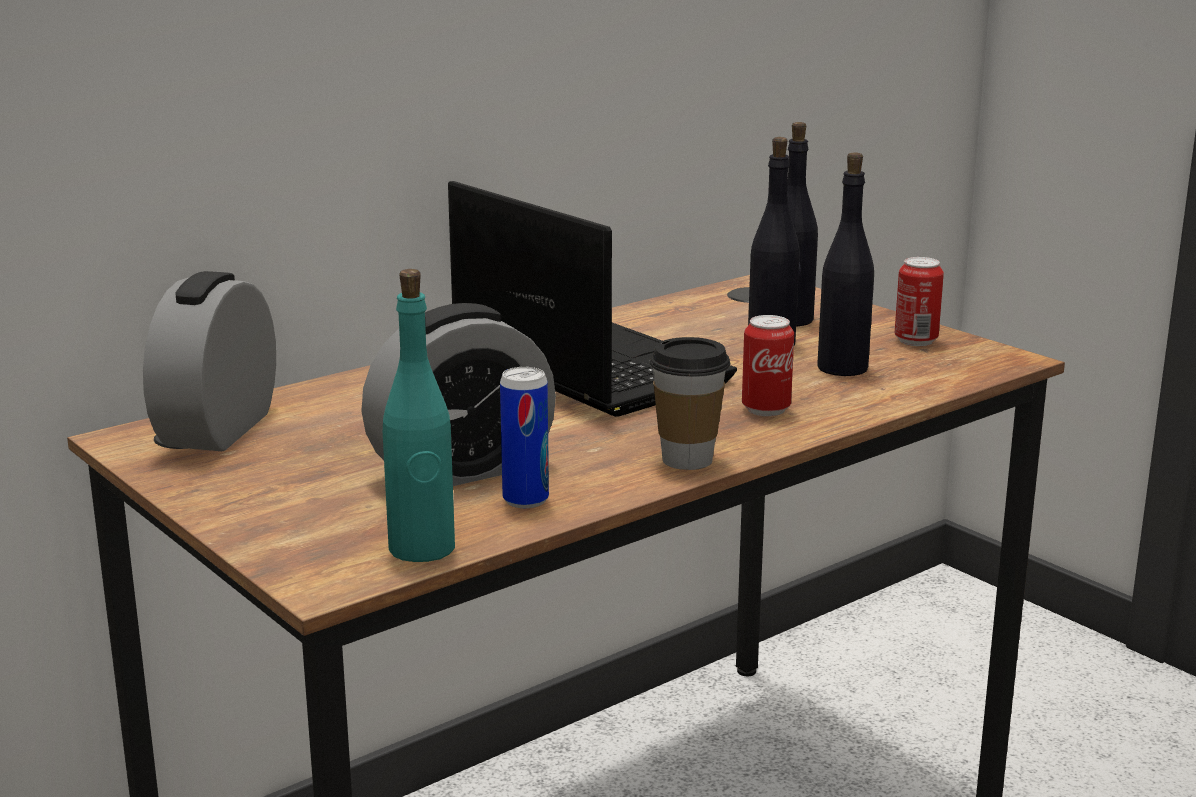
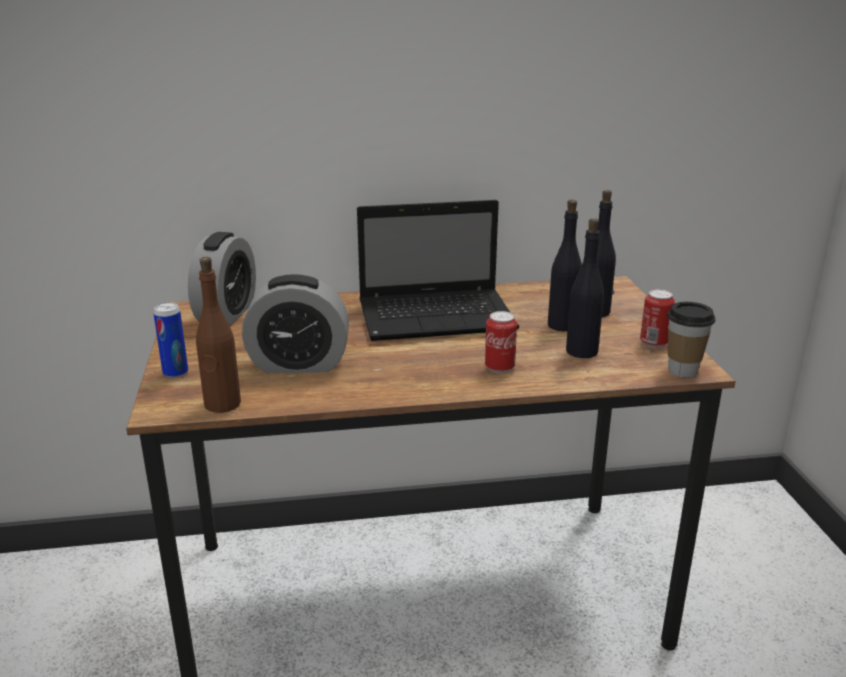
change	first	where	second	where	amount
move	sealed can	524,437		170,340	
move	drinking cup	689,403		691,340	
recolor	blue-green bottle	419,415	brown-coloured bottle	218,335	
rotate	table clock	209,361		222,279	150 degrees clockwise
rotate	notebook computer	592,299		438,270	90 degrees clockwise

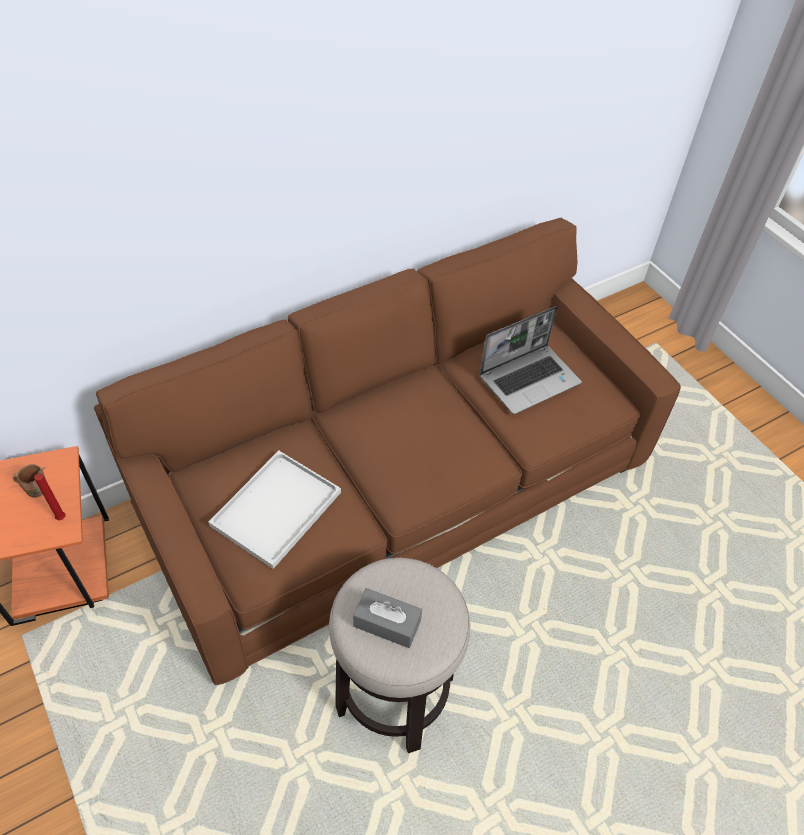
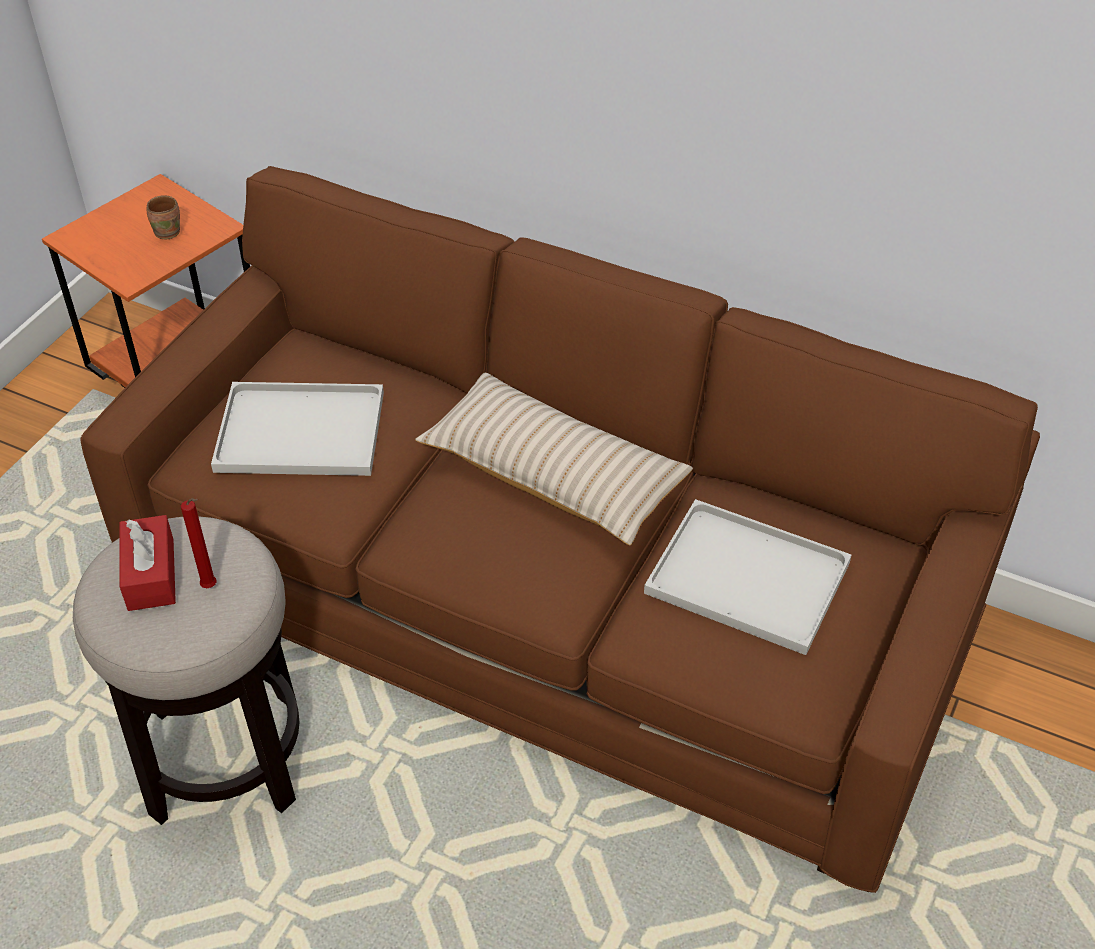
change	first	where	second	where	amount
insert			beige-coloured throw pillow	554,459	
move	reddish wax candle	49,493		199,543	
replace	notebook computer	530,360	whitish serving tray	747,577	
recolor	gray box of tissues	387,618	reddish box of tissues	148,563	

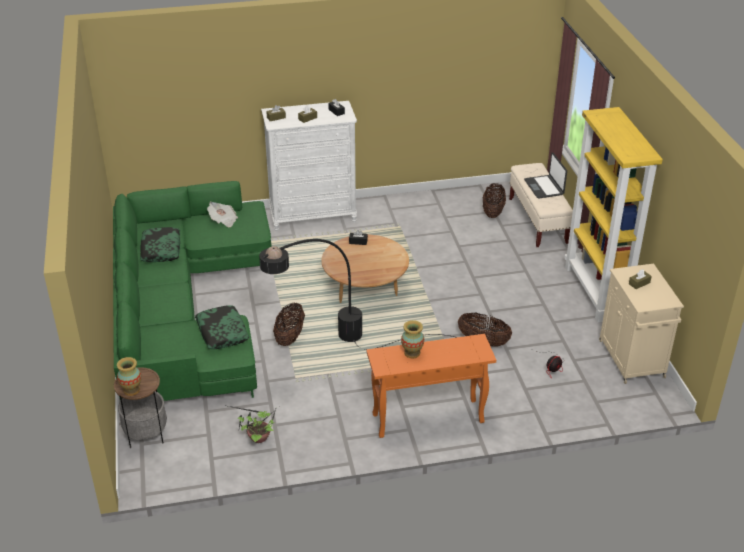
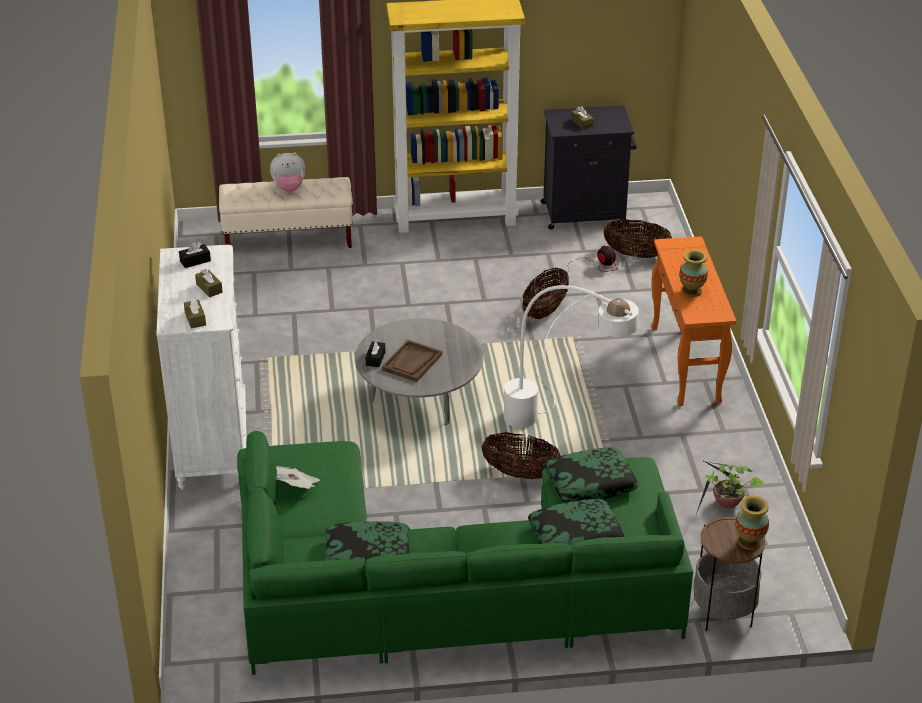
change	first	where	second	where	amount
insert			brown-coloured serving tray	412,361	
insert			throw pillow	576,522	
move	storage basket	494,200		638,238	
replace	notebook computer	545,175	soft toy	287,172	
recolor	black-coloured standard lamp	358,294	whitish standard lamp	571,356	
recolor	brown-coloured lounge table	365,269	gray lounge table	419,371	
recolor	beige-coloured cabinet	641,324	black-coloured cabinet	589,167	

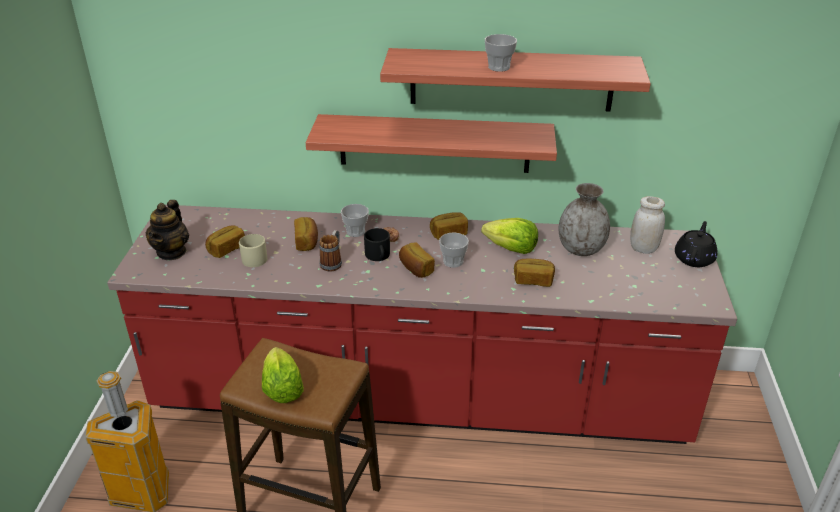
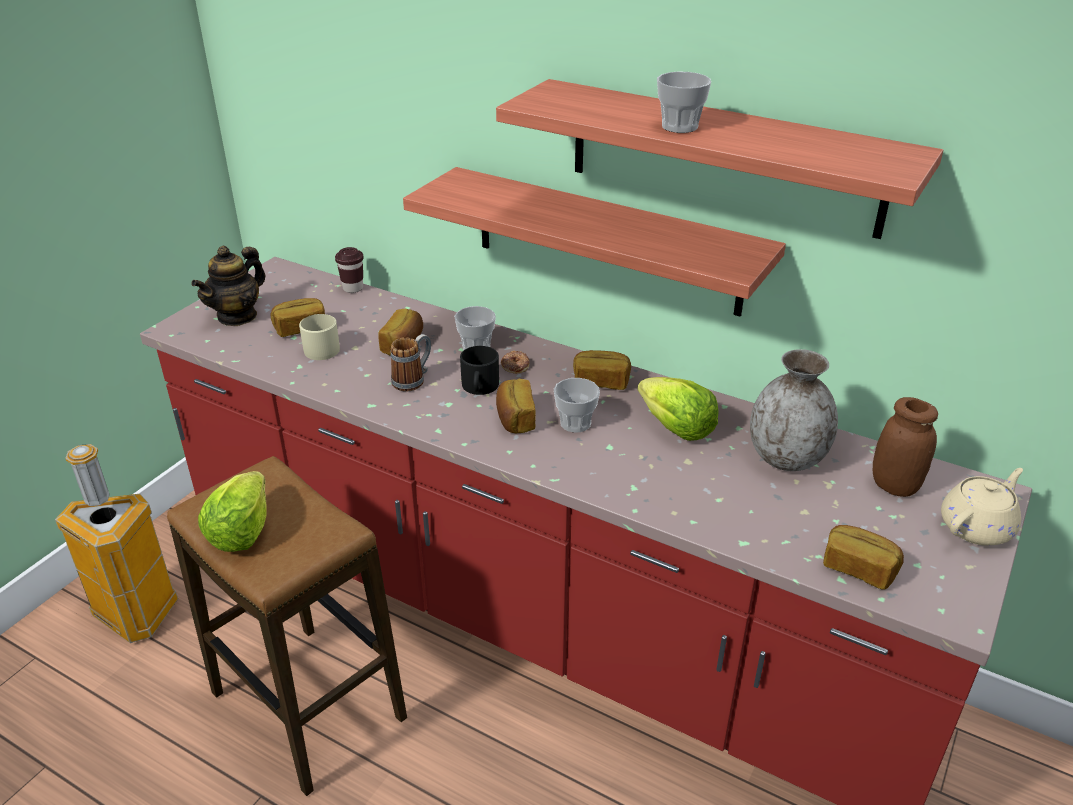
change	first	where	second	where	amount
insert			brown-coloured drinking cup	349,270	
move	baked bread	534,272		863,557	
recolor	whitish jar	647,225	brown-coloured jar	905,447	
recolor	black-coloured teapot	696,244	beige-coloured teapot	982,507	

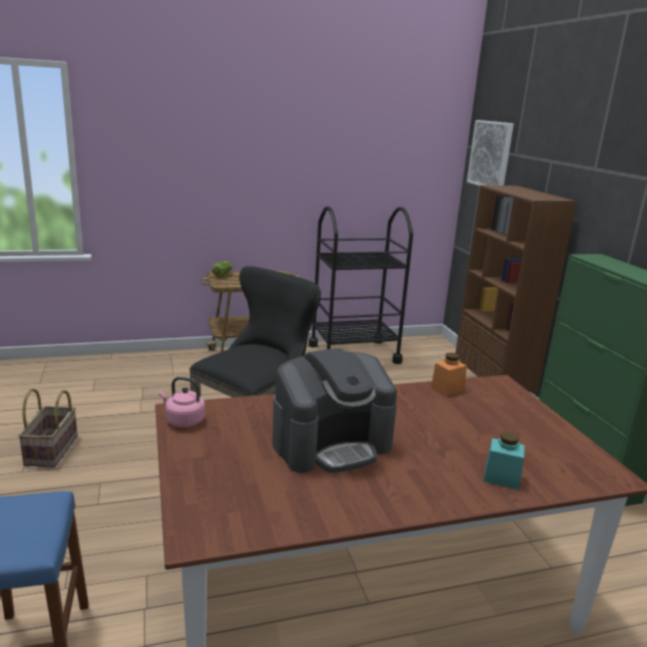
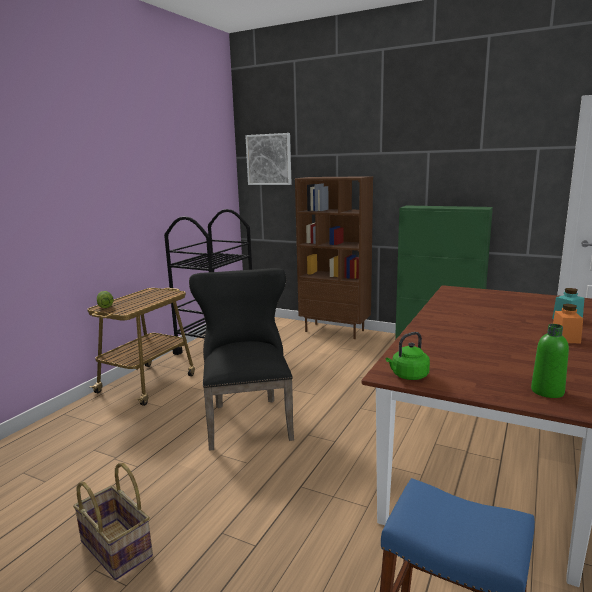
change	first	where	second	where	amount
delete	coffee brewer	334,410			
insert			green-coloured bottle	550,361	
move	orange-coloured jar	449,374		568,324	
recolor	pink-coloured tea kettle	182,402	green-coloured tea kettle	408,356	

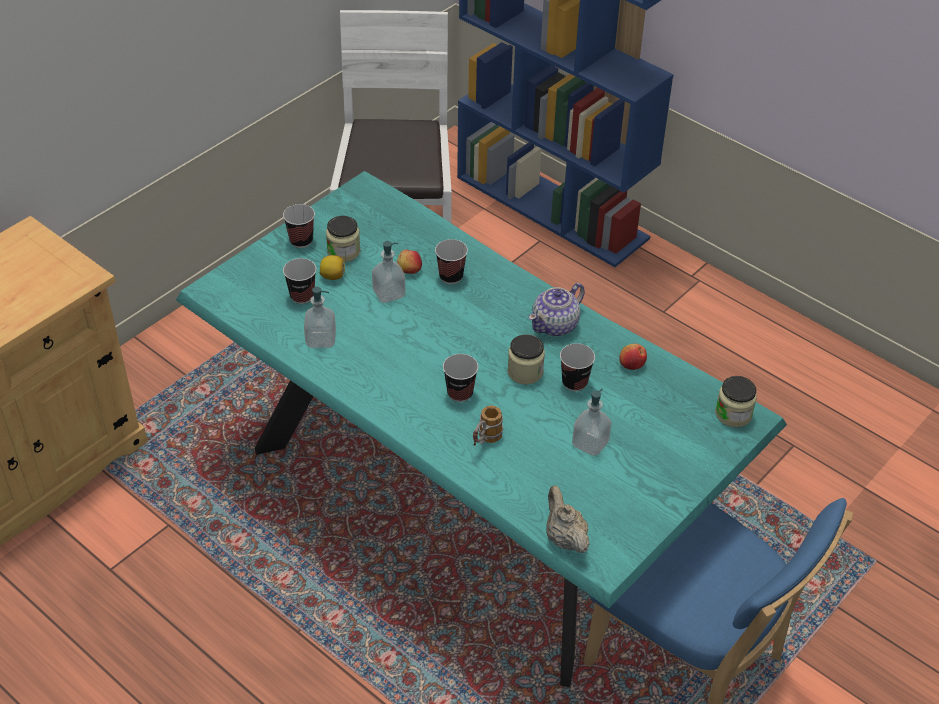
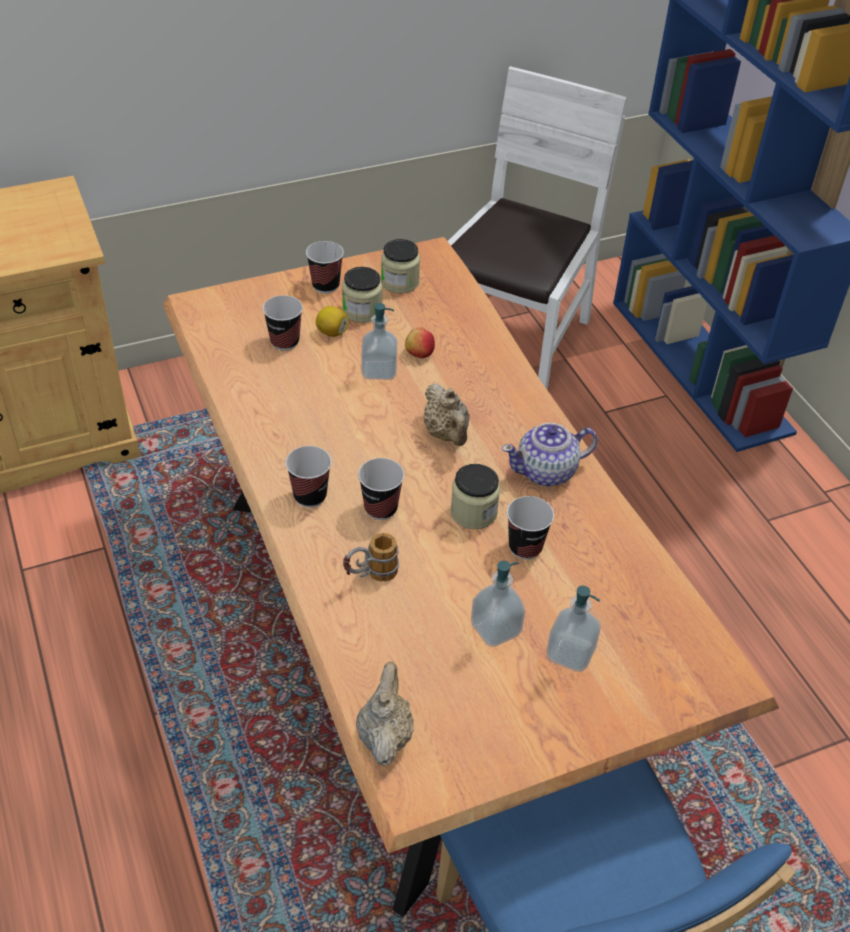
change	first	where	second	where	amount
delete	apple	633,357			
insert			beige-coloured teapot	447,415	
move	soap dispenser	320,317		574,629	
move	drinking cup	451,261		308,477	
move	jar	736,401		400,266	
recolor	blue-green dining table	481,429	brown-coloured dining table	471,577	

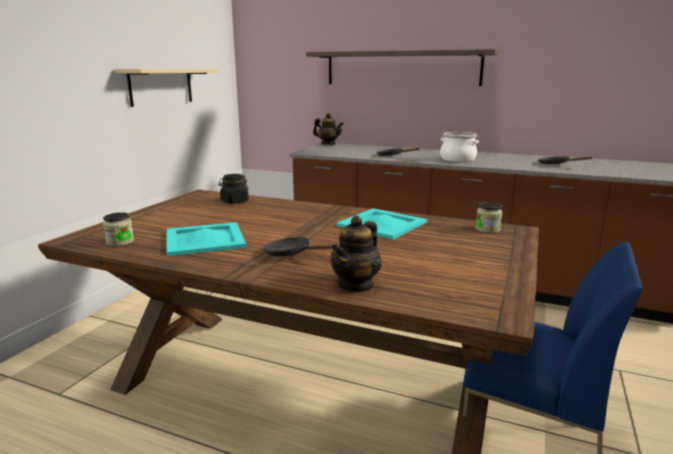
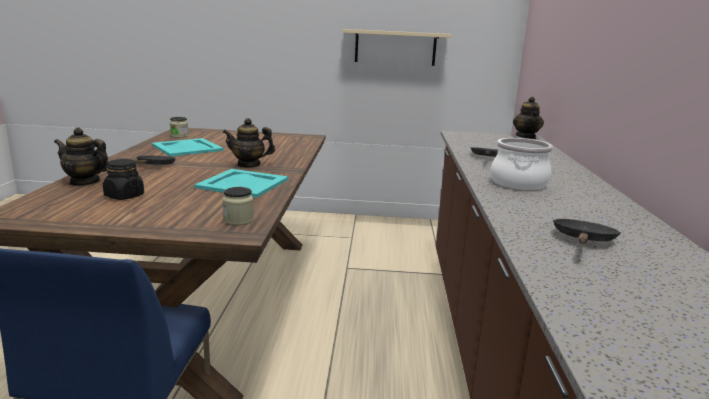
change	first	where	second	where	amount
delete	shelf	402,67			
insert			teapot	249,143	
move	black-coloured jar	233,189		123,179	

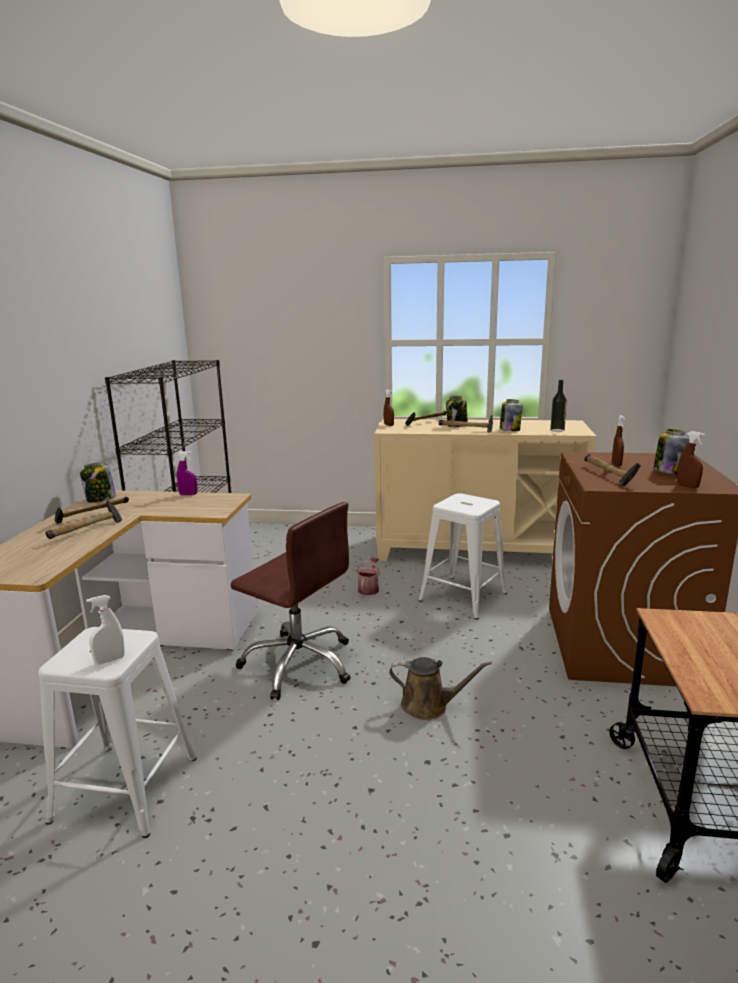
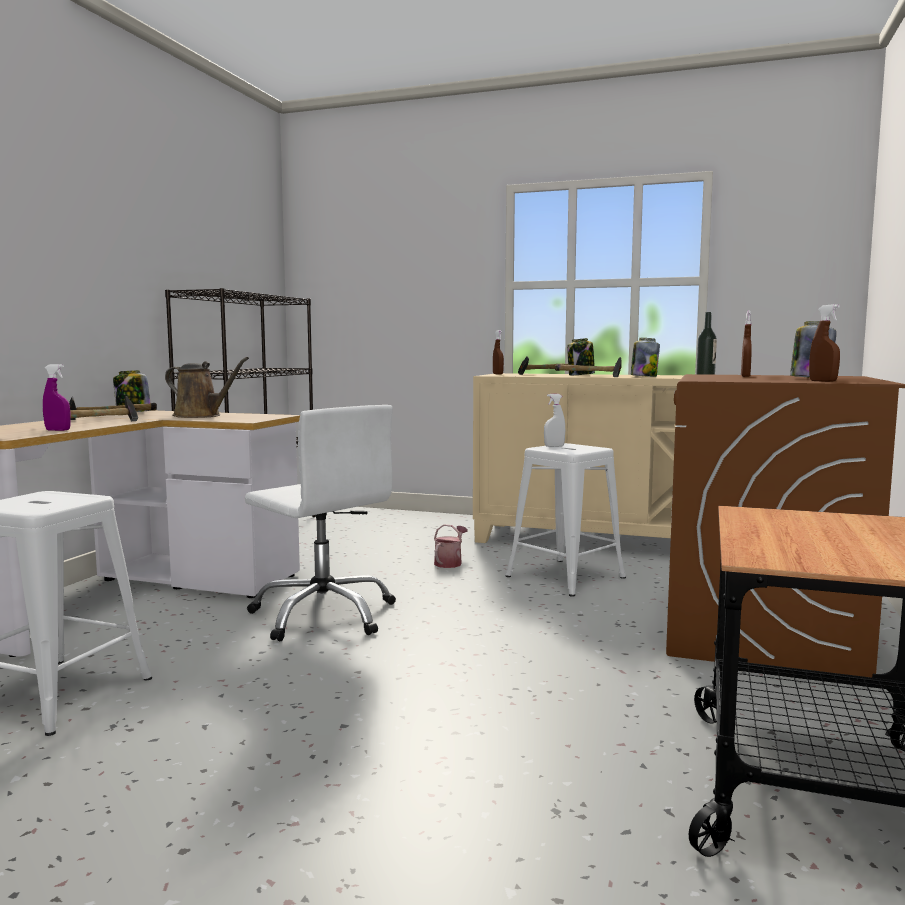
change	first	where	second	where	amount
delete	hand hammer	612,470			
move	whitish hand sprayer	105,629		554,420	
move	purple hand sprayer	187,473		57,397	
move	brown-coloured watering pot	440,688		207,387	
recolor	brown-coloured office chair	290,601	whitish office chair	320,523	

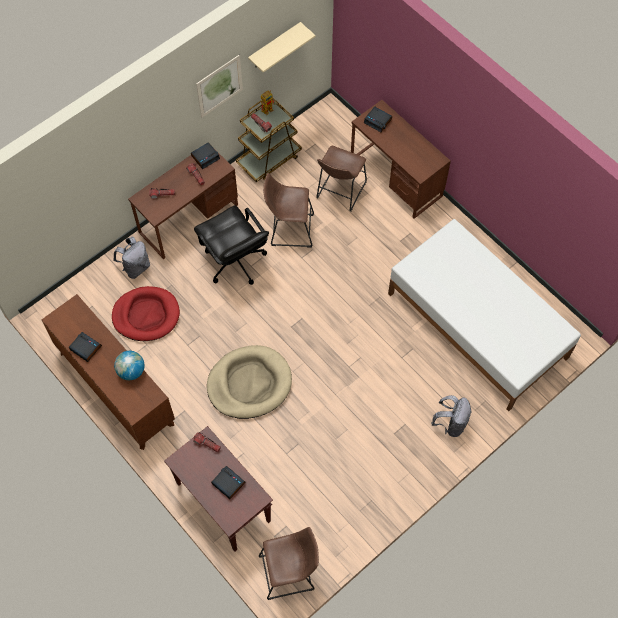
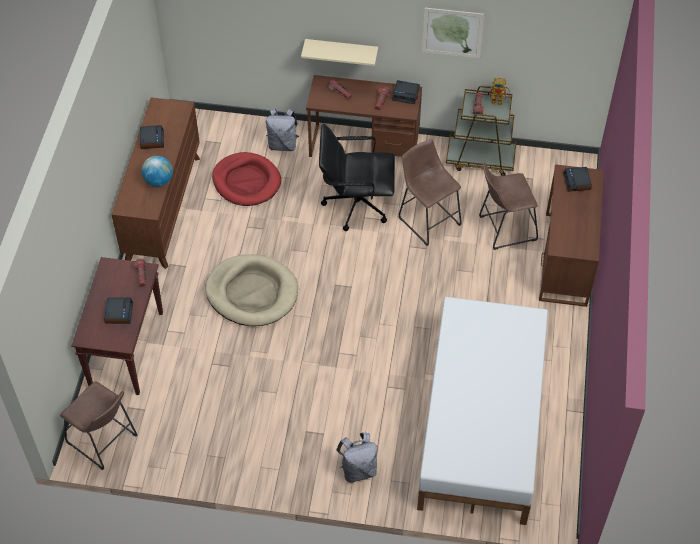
change	first	where	second	where	amount
move	beige-coloured shelf	281,47		339,52	
rotate	black-coloured office chair	231,245		357,177	75 degrees clockwise

